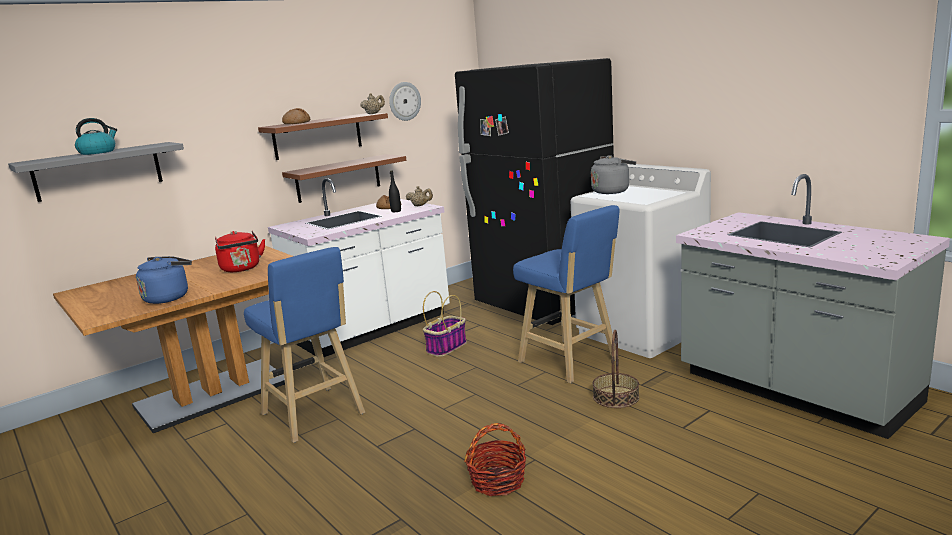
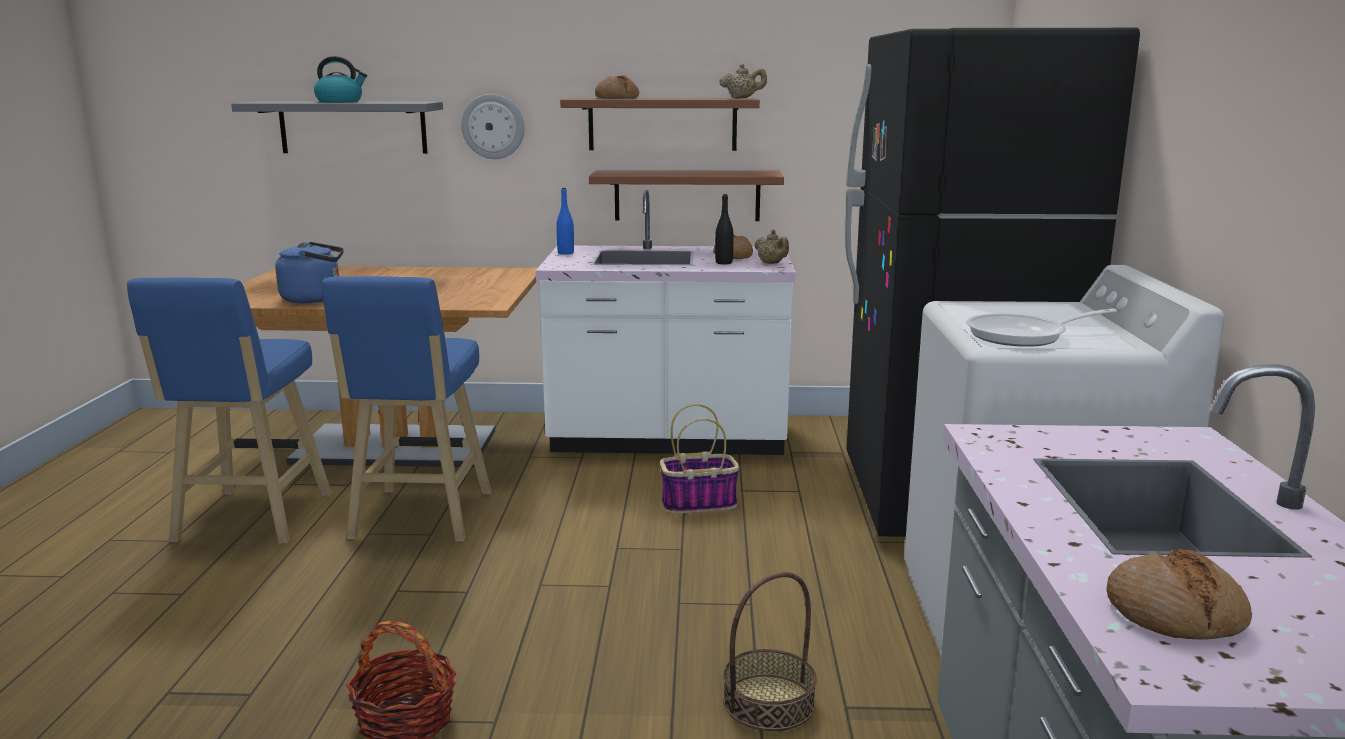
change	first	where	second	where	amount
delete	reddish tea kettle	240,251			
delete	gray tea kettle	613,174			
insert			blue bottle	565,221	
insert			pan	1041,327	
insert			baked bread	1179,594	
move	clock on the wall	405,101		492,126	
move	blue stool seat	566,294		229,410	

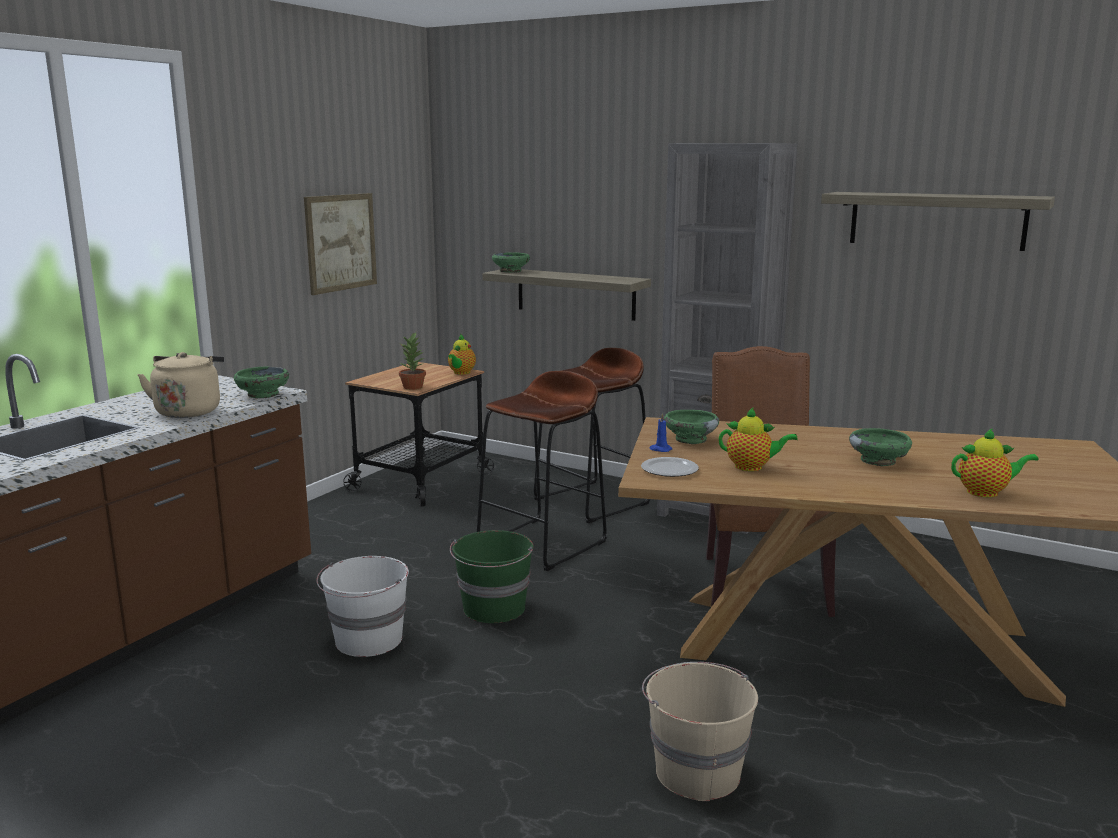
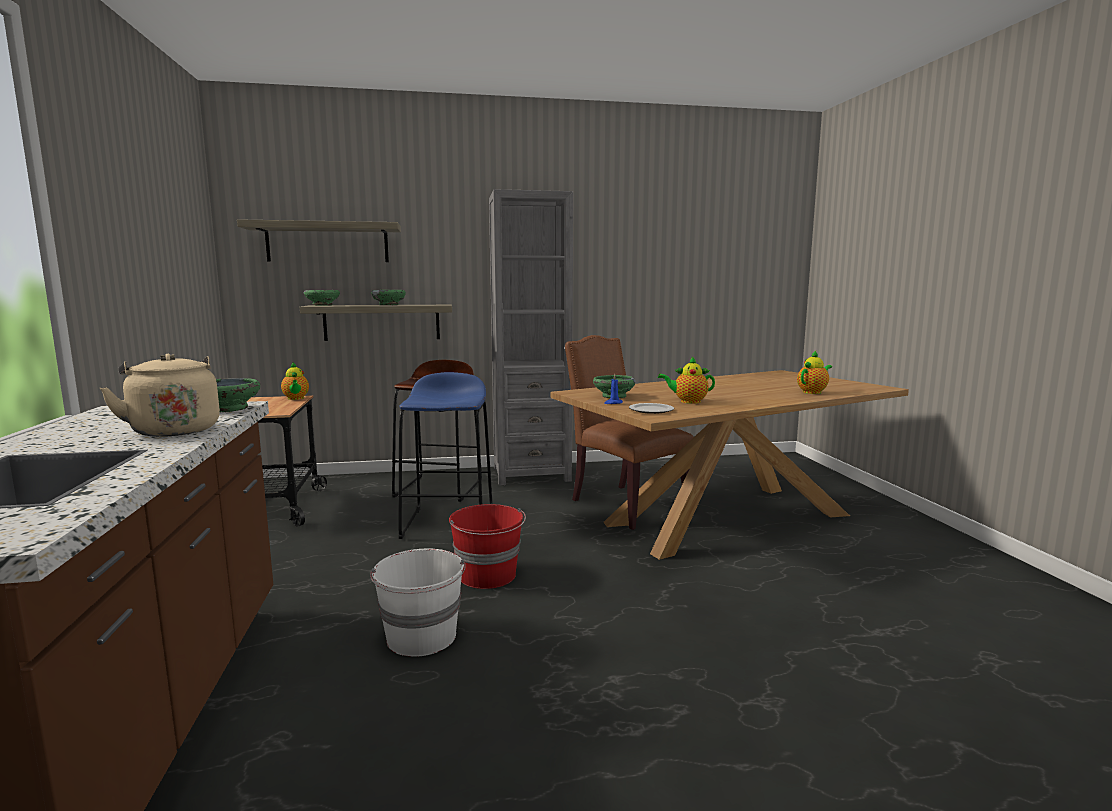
change	first	where	second	where	amount
delete	picture	340,244			
delete	houseplant	412,361			
delete	beige-coloured bucket	700,731			
move	shelf	938,221		319,240	
move	green-coloured deep dish	880,447		388,297	
recolor	green-coloured bucket	492,576	reddish bucket	487,546	
recolor	brown-coloured stool seat	542,471	blue stool seat	445,455	
rotate	teapot	758,439		686,380	150 degrees counterclockwise

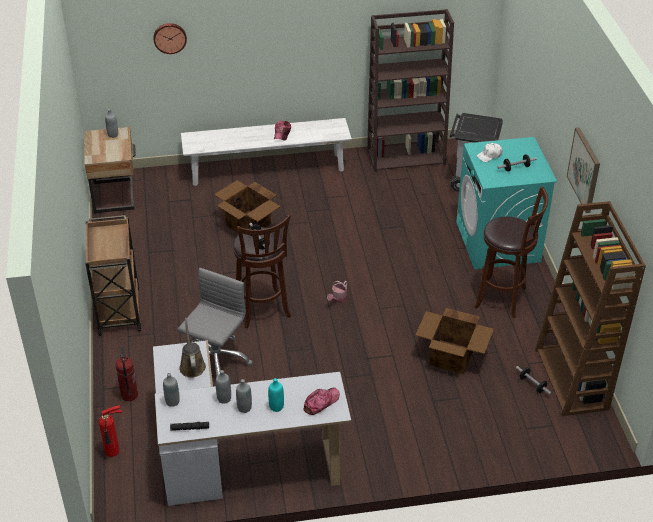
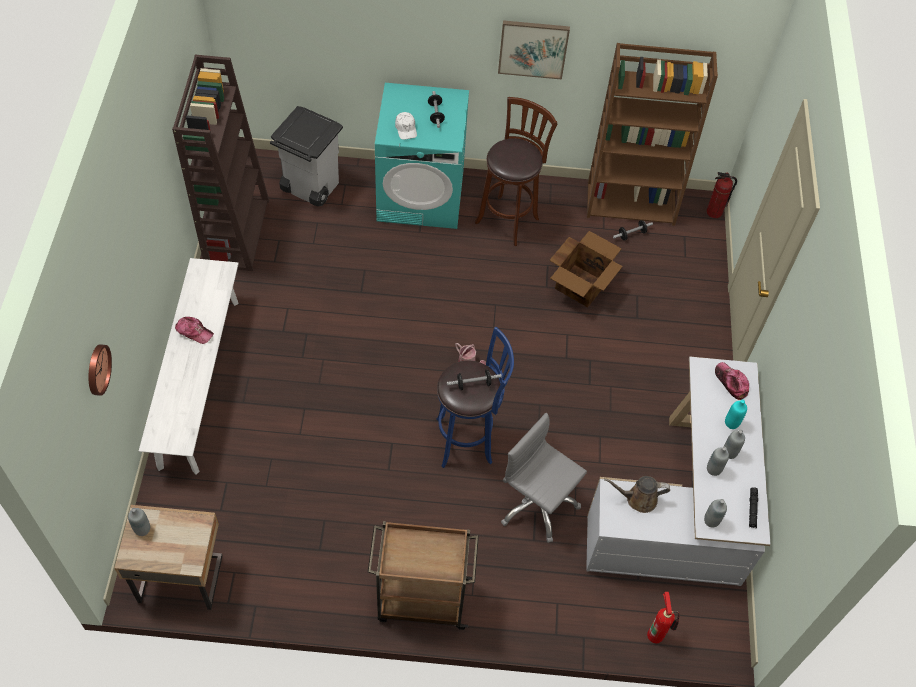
change	first	where	second	where	amount
delete	cardboard box	247,206			
move	extinguisher	127,373		721,195	
recolor	brown-coloured stool seat	262,271	blue stool seat	475,397	

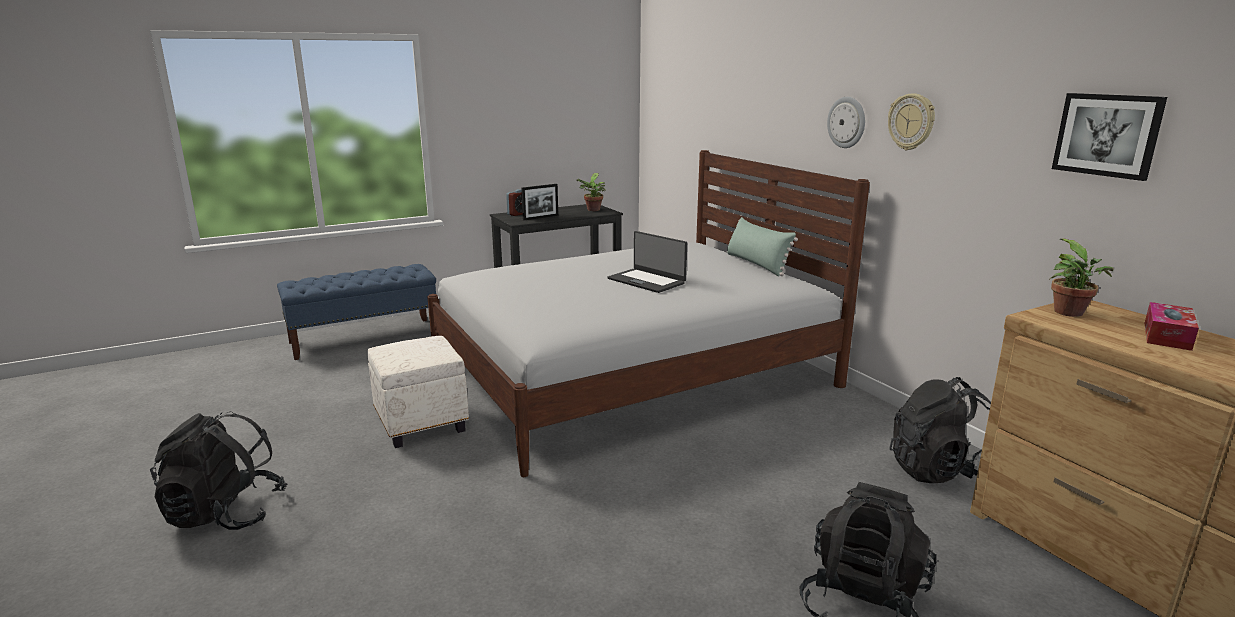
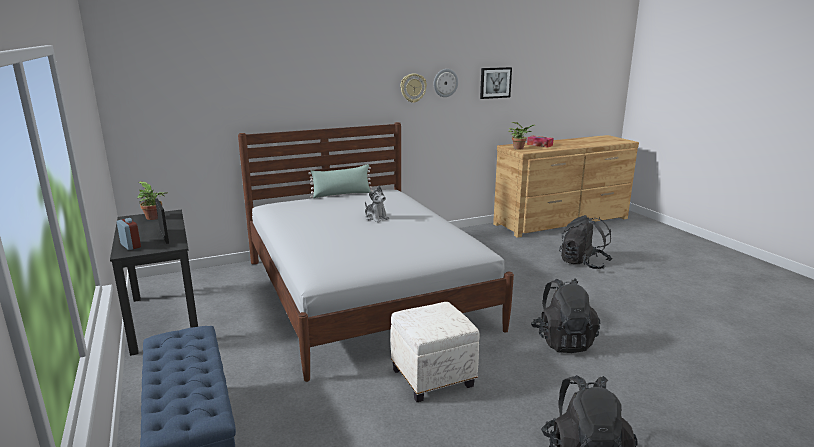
change	first	where	second	where	amount
move	clock on the wall	846,122		446,83	
move	black-coloured backpack	940,430		565,315	
replace	notebook computer	647,262	soft toy	377,203	

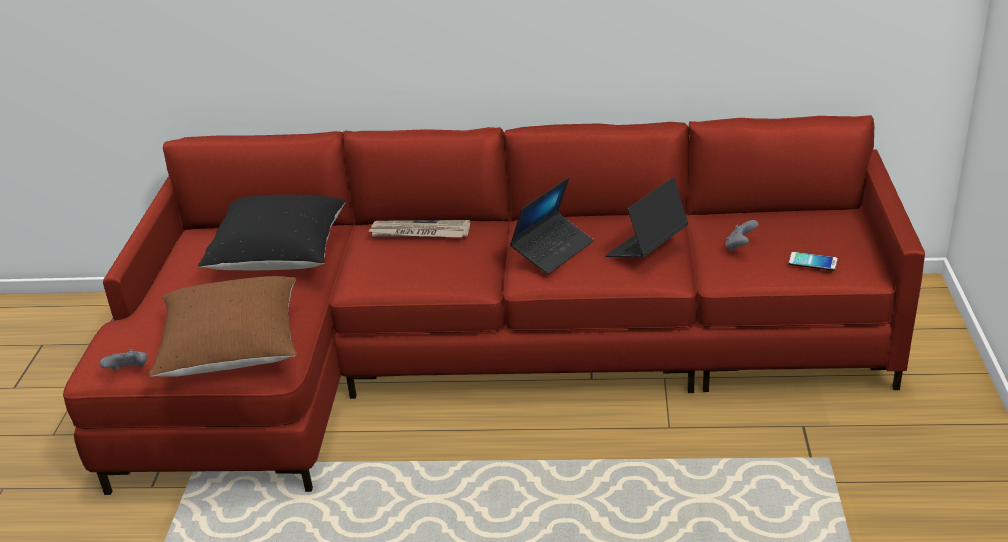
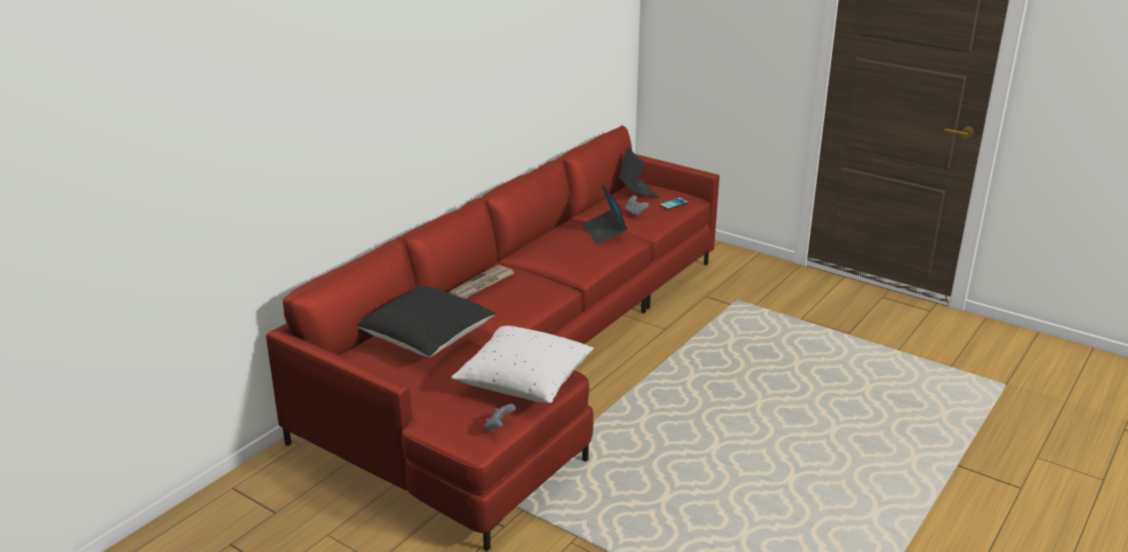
change	first	where	second	where	amount
move	notebook computer	552,225		639,173	
recolor	brown-coloured throw pillow	223,326	whitish throw pillow	522,364	

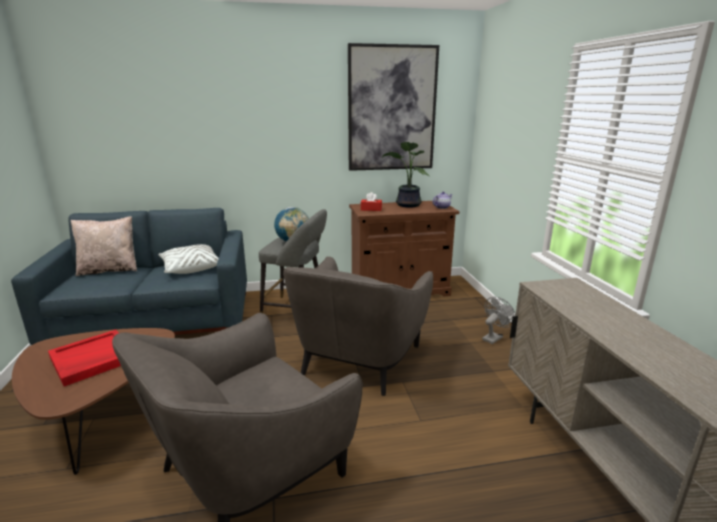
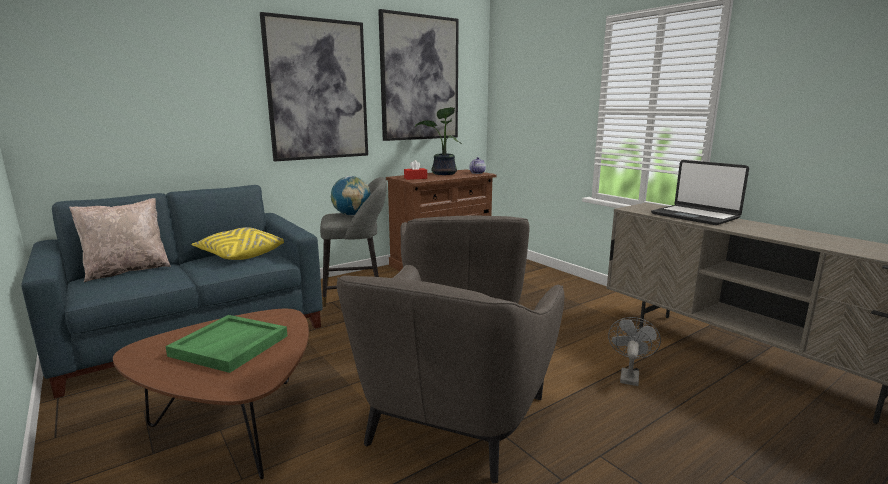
change	first	where	second	where	amount
insert			picture	314,86	
insert			notebook computer	700,192	
move	gray cooling fan	499,320		634,351	
recolor	reddish serving tray	84,358	green-coloured serving tray	226,344	
recolor	whitish throw pillow	188,259	yellowish throw pillow	237,243	

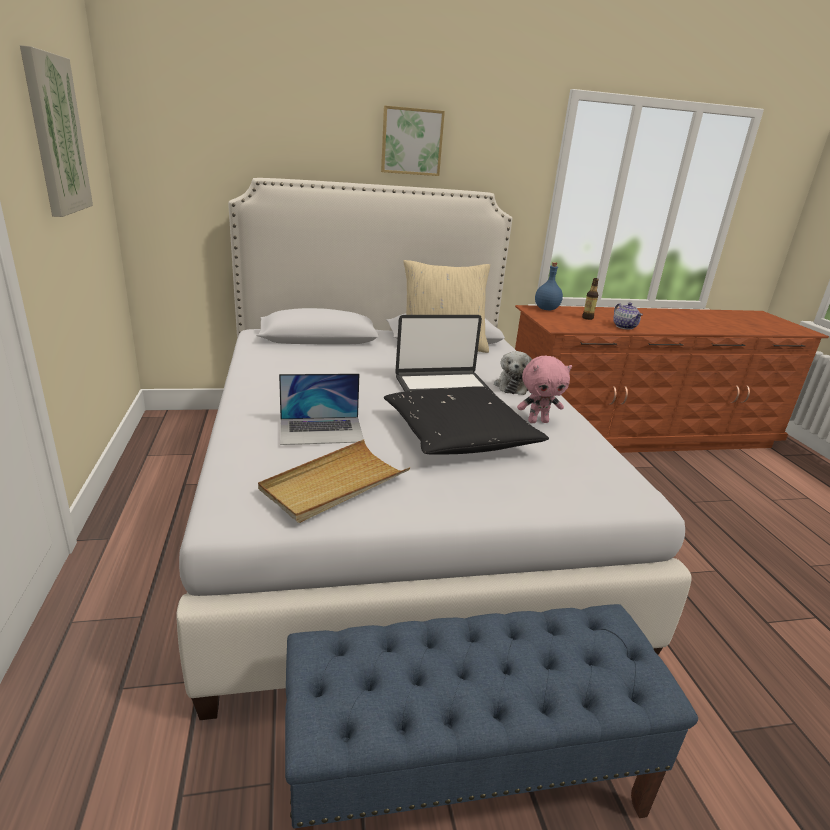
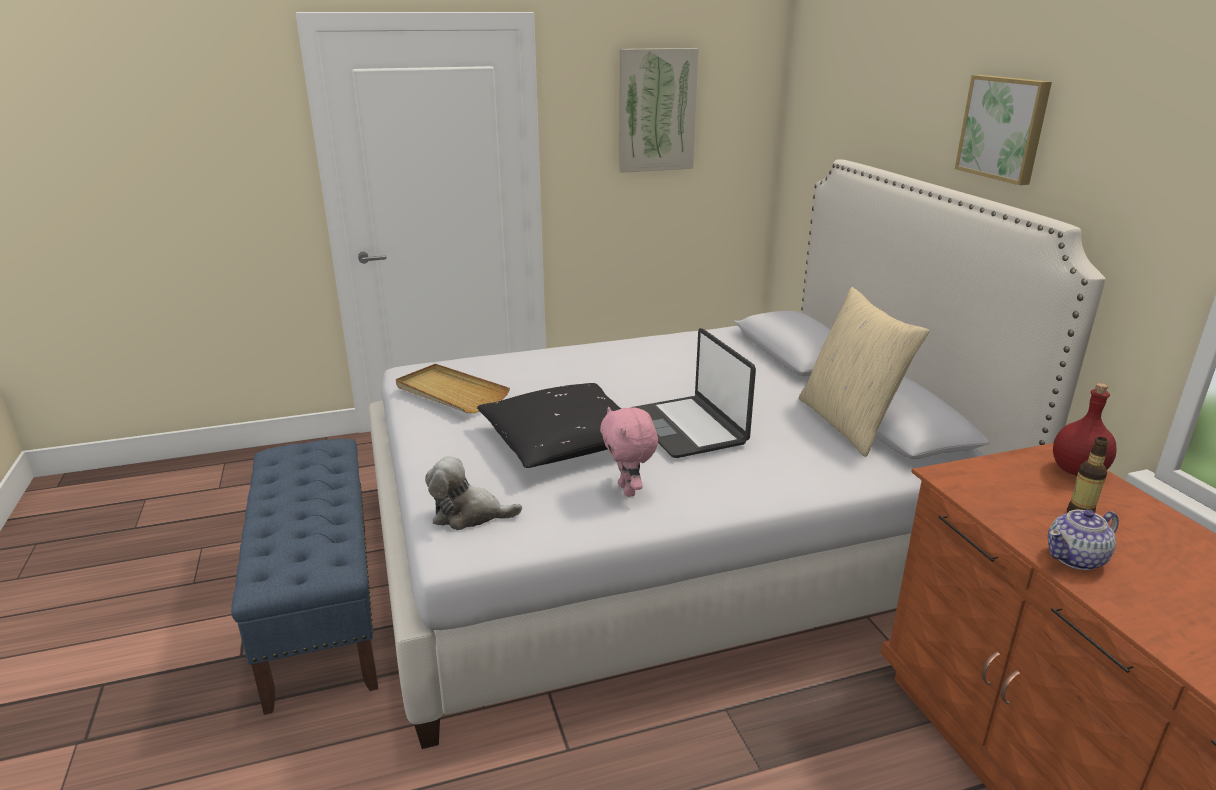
change	first	where	second	where	amount
delete	notebook computer	321,409			
move	soft toy	513,373		473,493	
recolor	blue bottle	549,286	reddish bottle	1085,429	

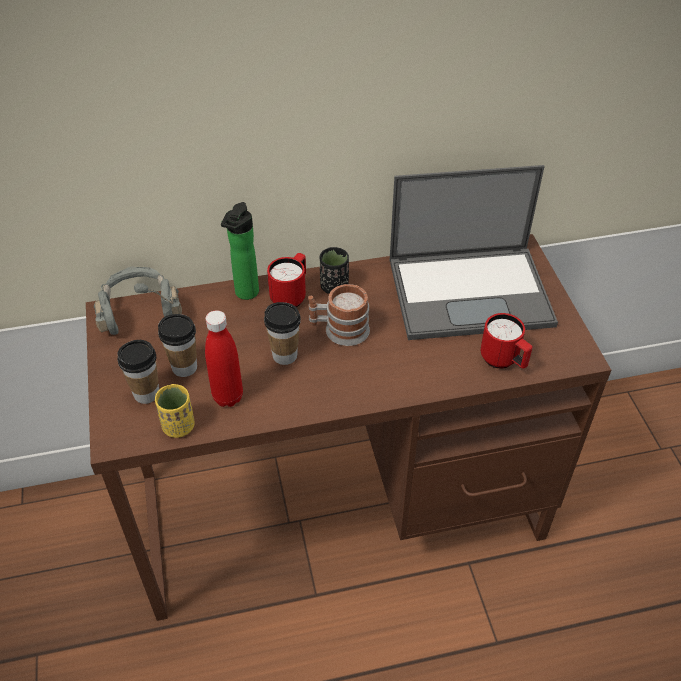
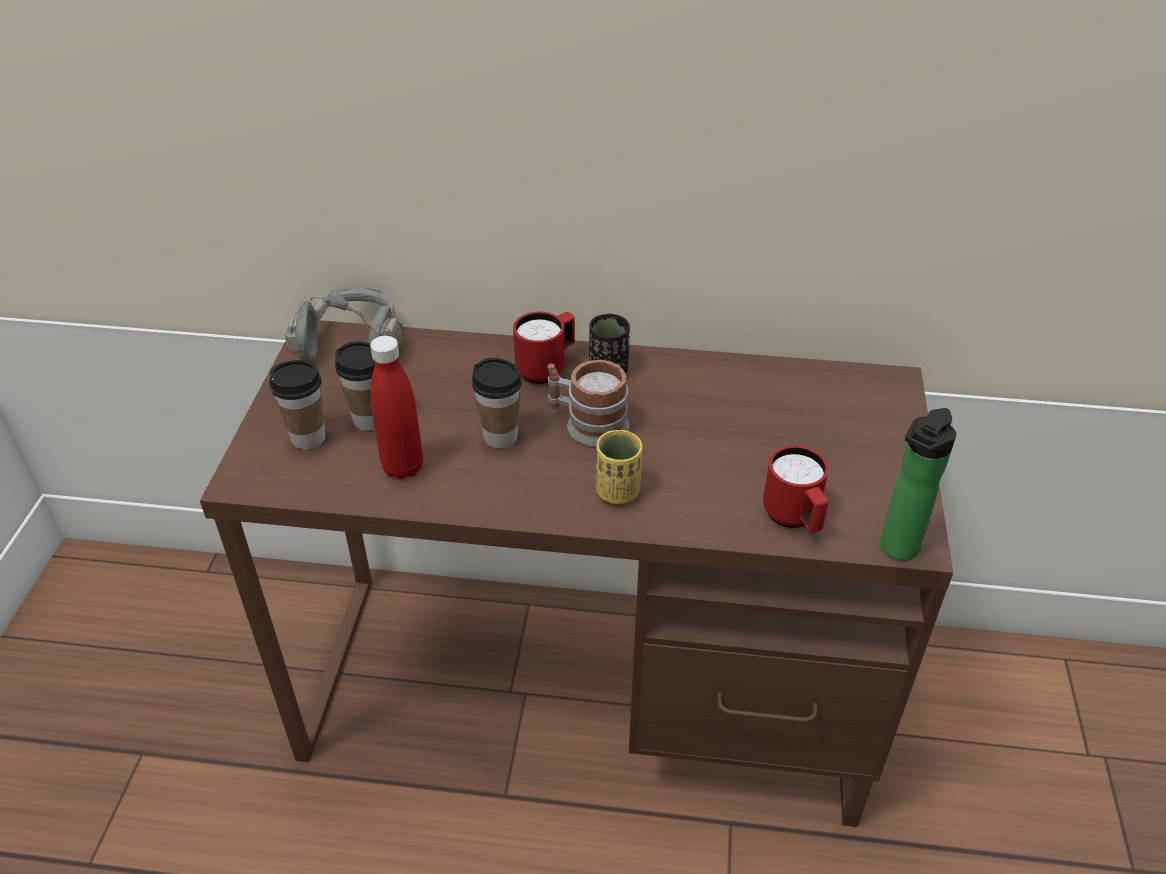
change	first	where	second	where	amount
delete	notebook computer	474,252			
move	yellowish drinking cup	174,411		619,467	
move	bottle	240,251		918,484	

